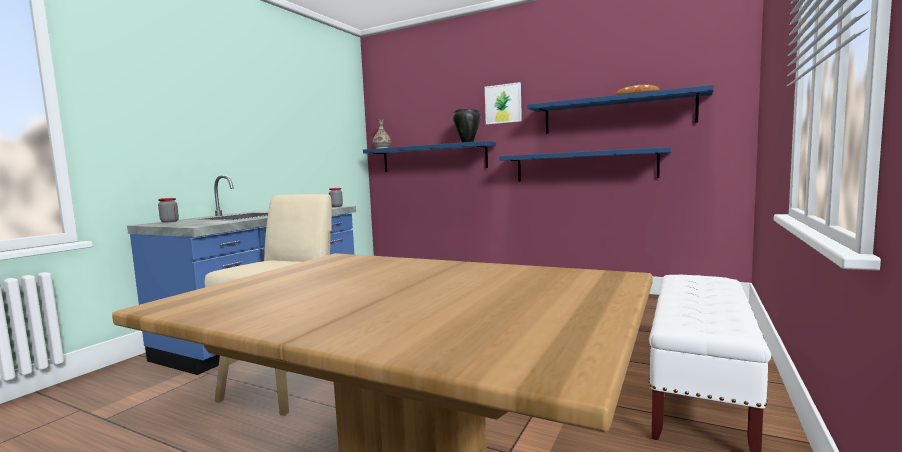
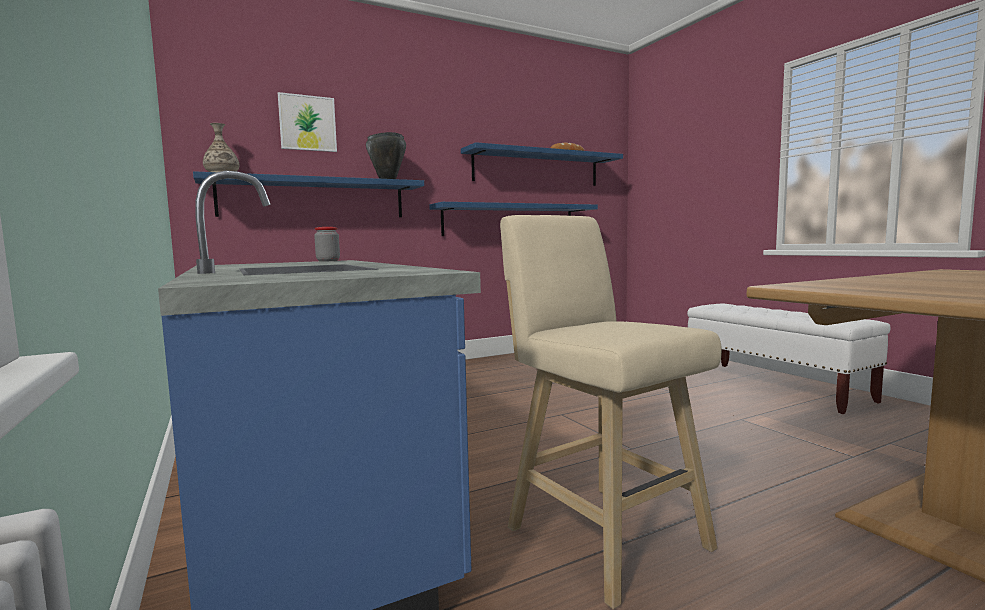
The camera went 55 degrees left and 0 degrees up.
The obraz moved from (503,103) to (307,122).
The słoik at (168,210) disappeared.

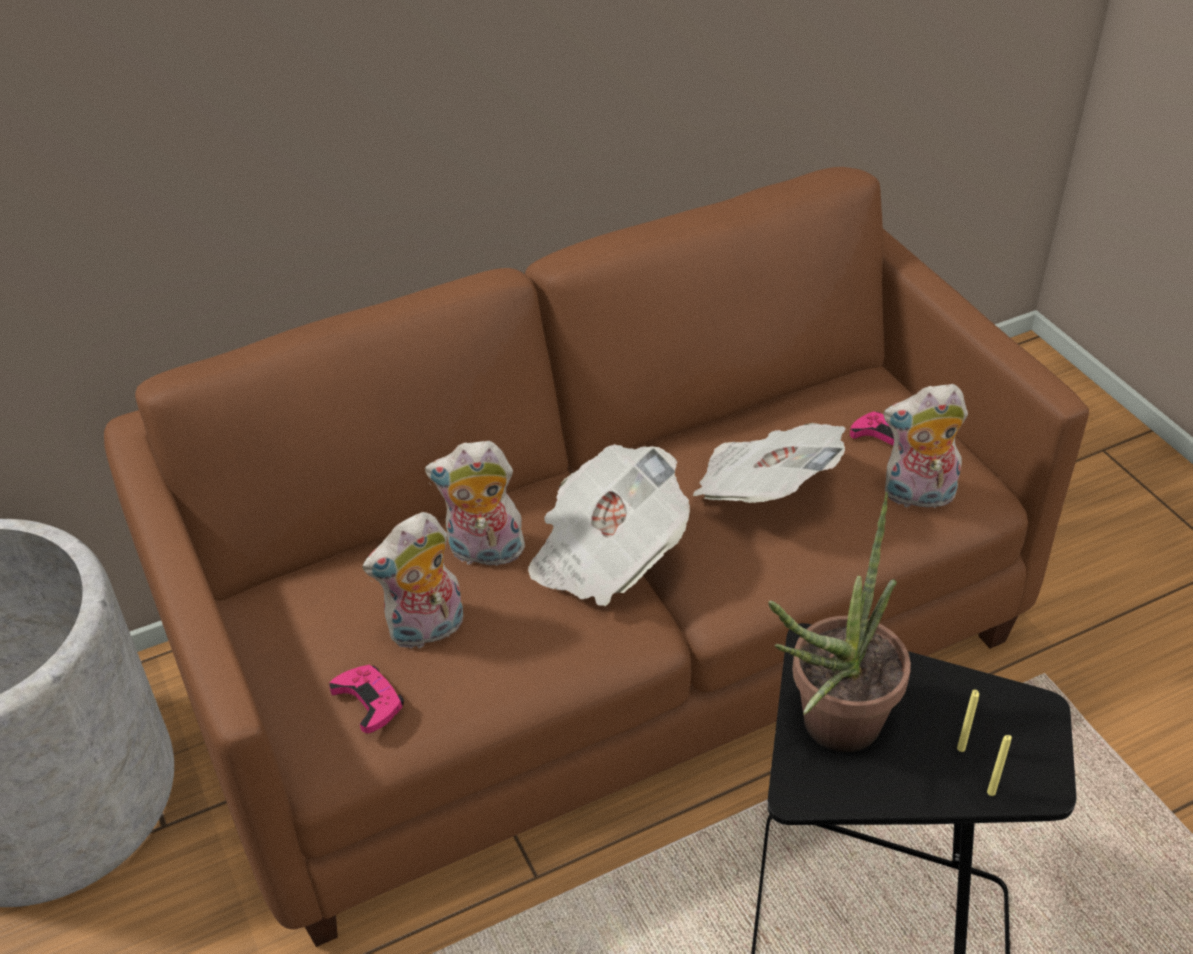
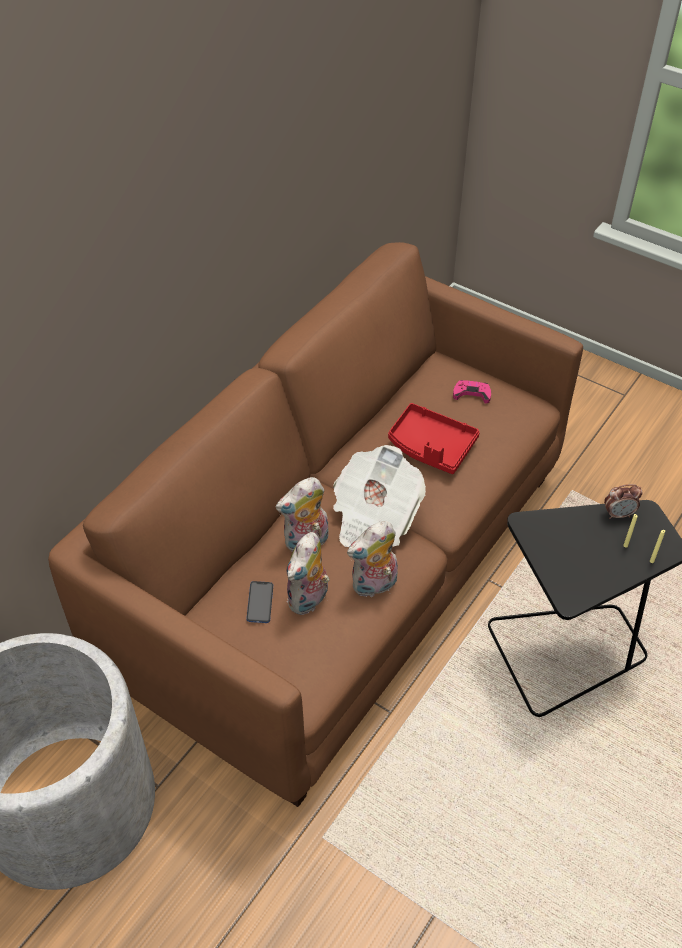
The camera went 30 degrees left and 5 degrees up.
The pluszak moved from (925,446) to (372,559).
The gazeta at (769,463) was replaced by the taca/czerwony at (434,438).
The roślina doniczkowa at (839,622) disappeared.
The pad do gier/różowy at (366,699) disappeared.
The budzik at (623,501) appeared.
The telefon at (259,602) appeared.

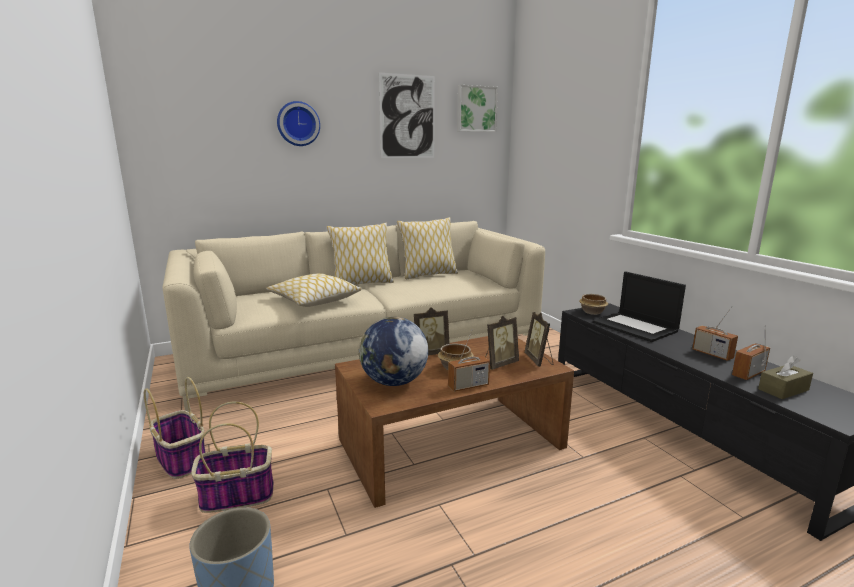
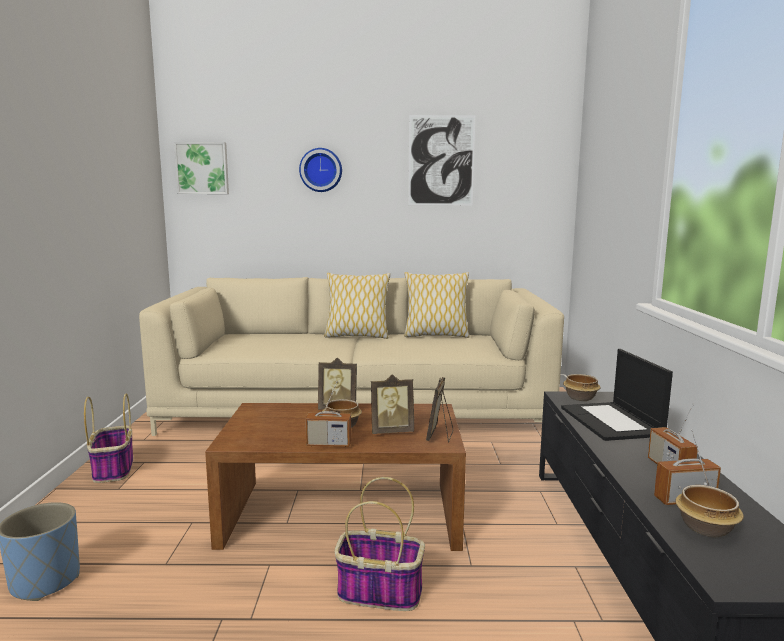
The camera went 25 degrees right and 5 degrees down.
The obraz moved from (477,108) to (201,168).
The poduszka at (314,290) disappeared.
The globus at (393,351) disappeared.
The pudełko chusteczek/brązowy at (785,377) was replaced by the miska at (709,511).
The koszyk moved from (232,457) to (379,544).

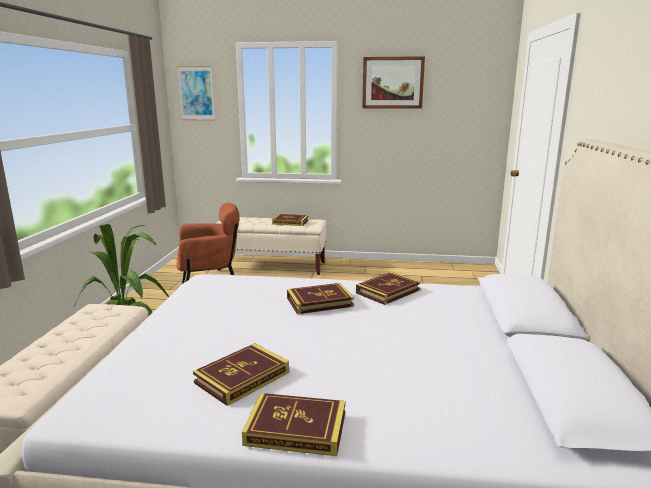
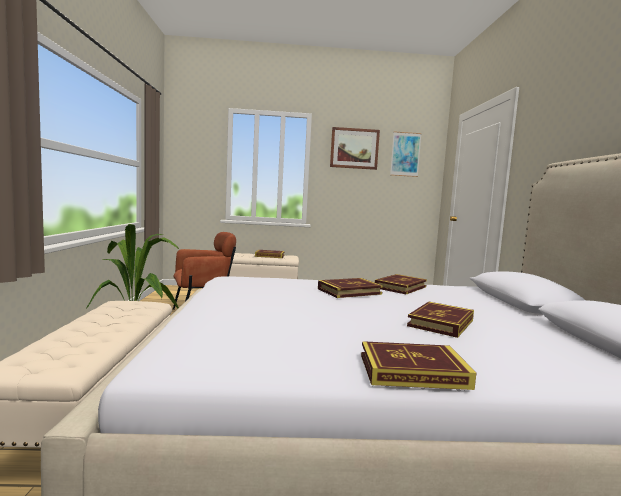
The camera went 10 degrees left and 10 degrees down.
The obraz moved from (196,93) to (406,154).
The książka moved from (241,374) to (440,320).

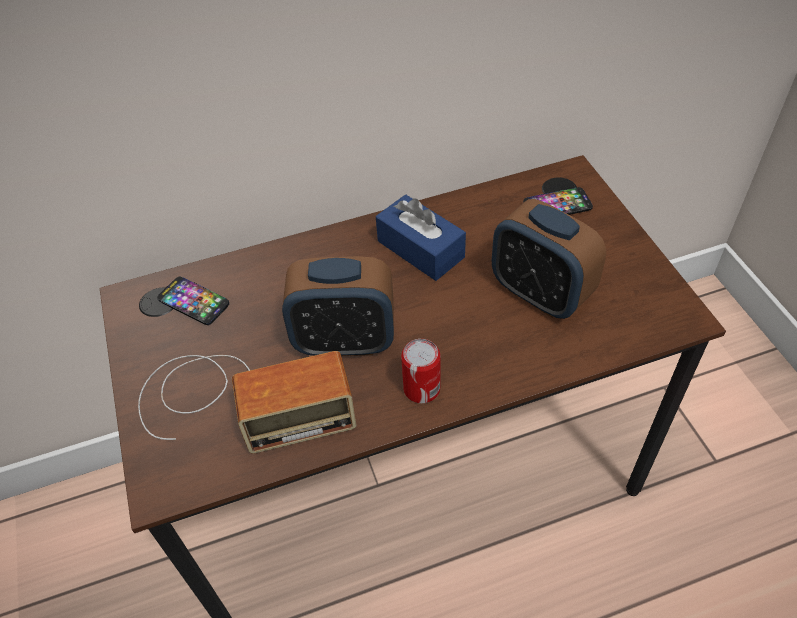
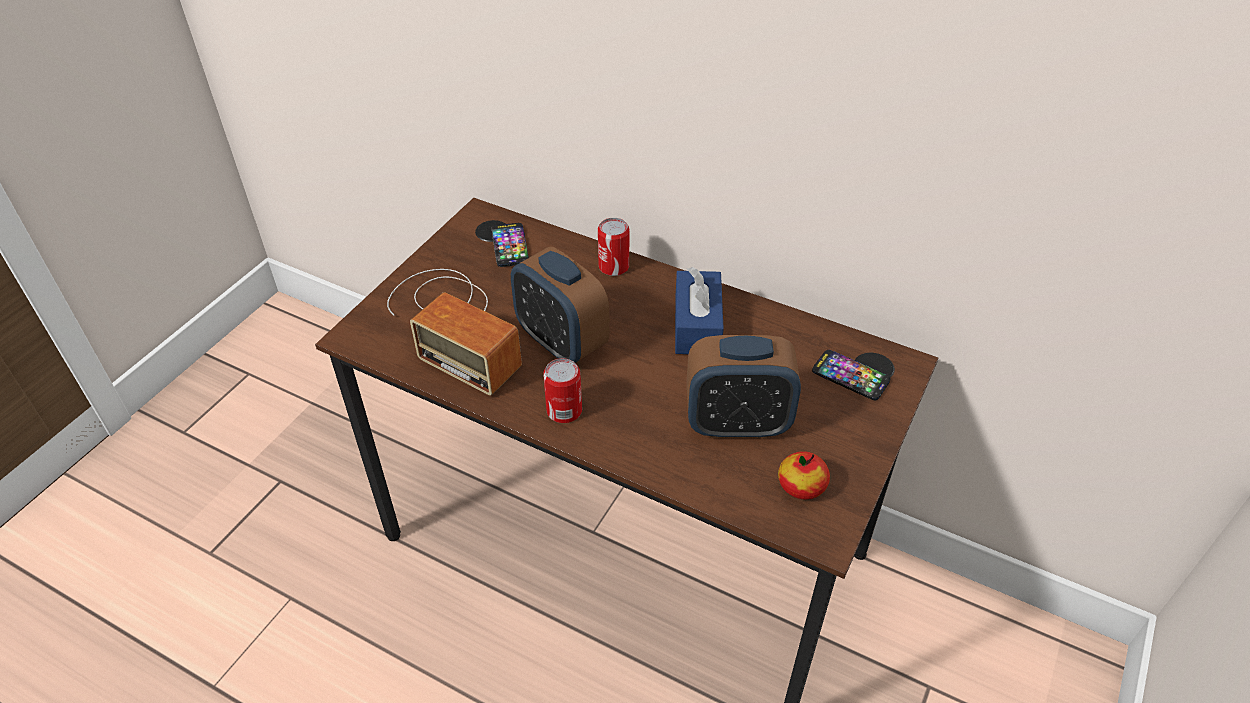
The camera went 45 degrees right and 5 degrees down.
The budzik at (549,259) turned 90 degrees counterclockwise.
The puszka at (613,247) appeared.
The jabłko at (804,475) appeared.

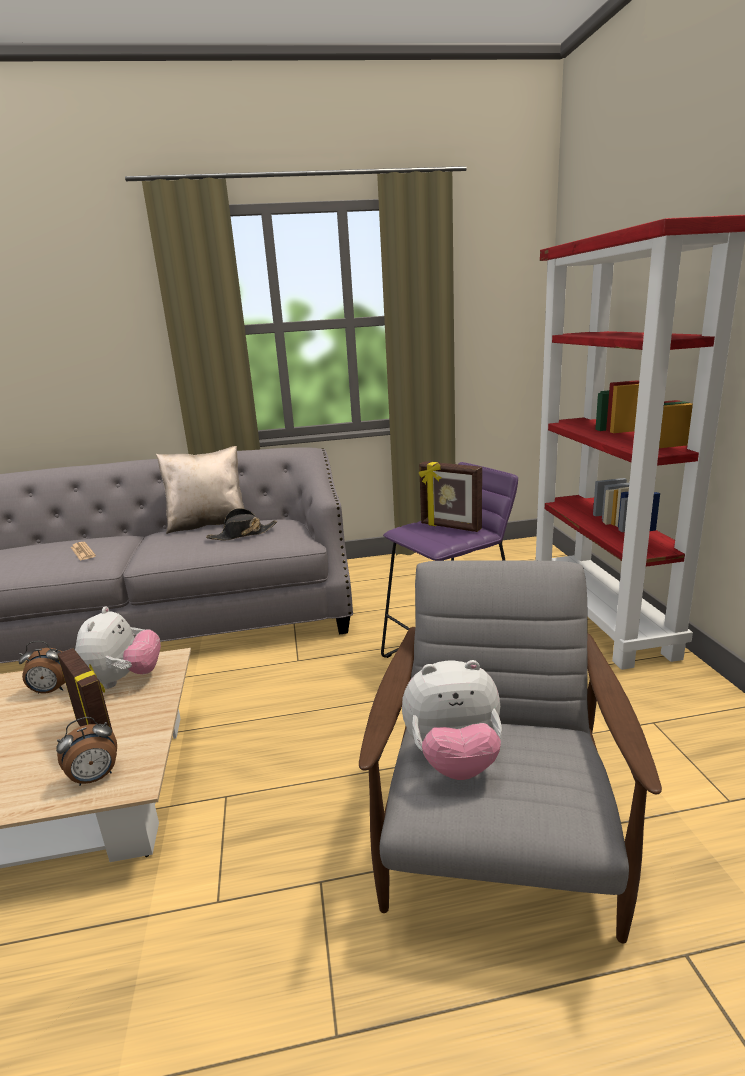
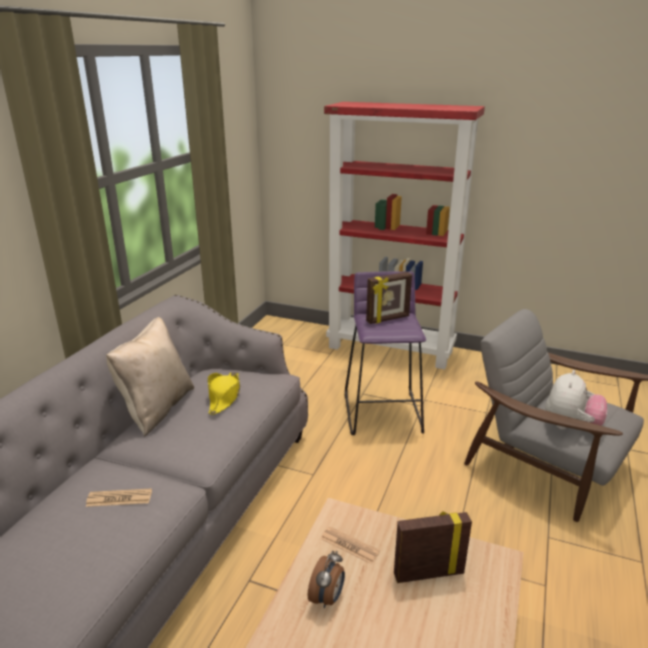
The camera went 60 degrees left and 5 degrees up.
The kapelusz/czarny at (241,524) became the kapelusz/żółty at (223,393).
The pluszak at (118,647) was replaced by the gazeta at (350,545).
The budzik at (86,751) disappeared.

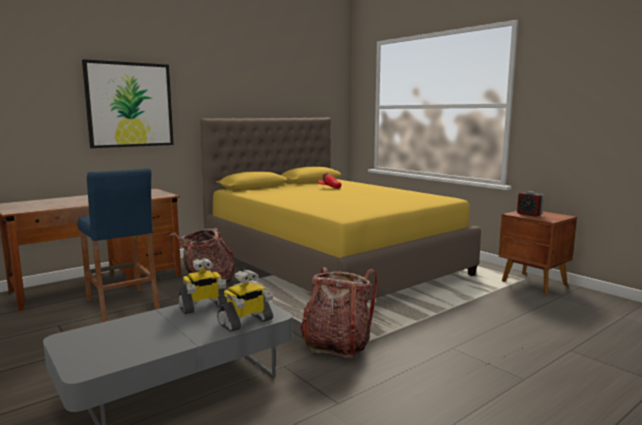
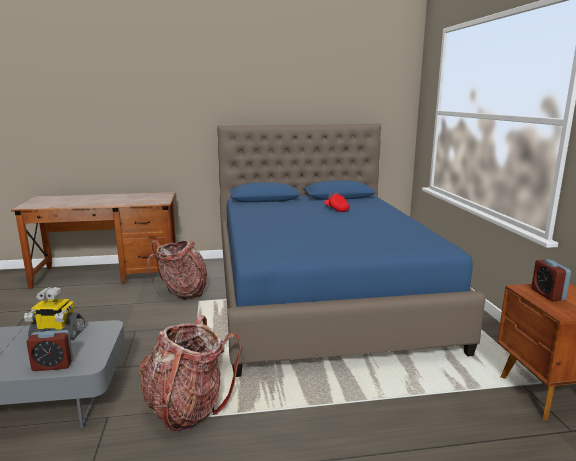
The camera went 30 degrees right and 5 degrees up.
The obraz at (128,103) disappeared.
The łóżko/żółty at (340,209) became the łóżko/niebieski at (351,250).
The stołek/niebieski at (118,245) disappeared.
The robot zabawkowy at (245,301) was replaced by the budzik at (49,350).

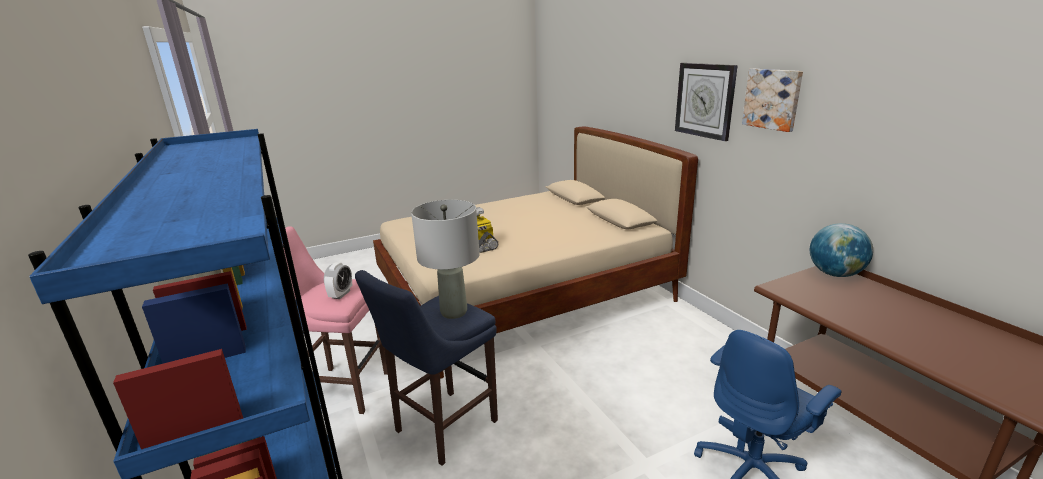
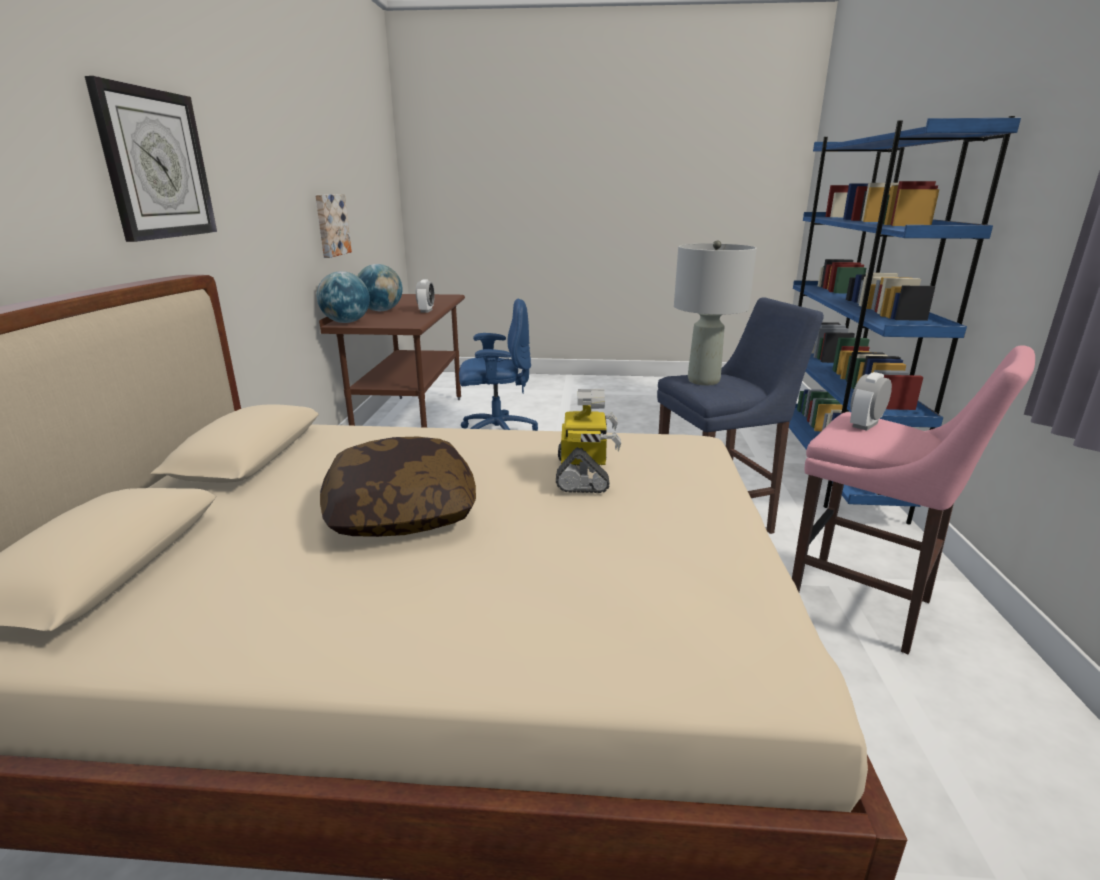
The camera went 150 degrees left and 0 degrees up.
The obraz moved from (772,100) to (333,226).
The globus at (380,287) appeared.
The budzik at (425,296) appeared.
The poduszka at (398,487) appeared.

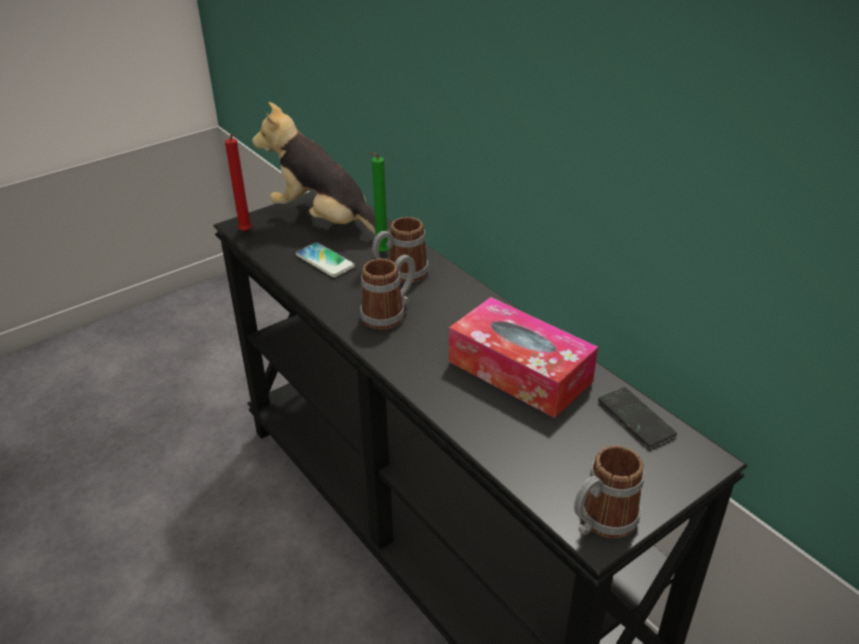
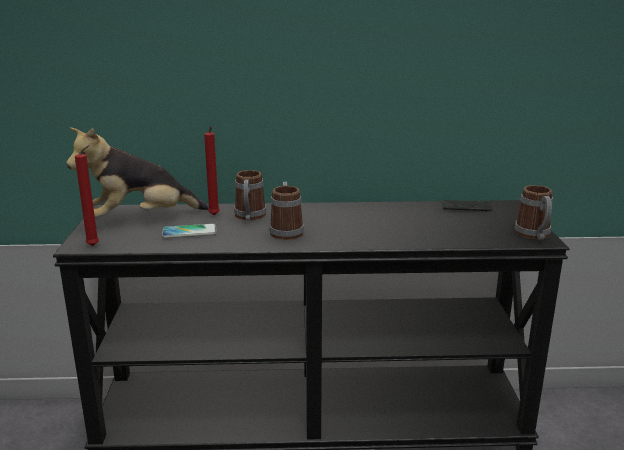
The camera went 55 degrees left and 15 degrees down.
The świeca/zielony at (379,202) became the świeca/czerwony at (212,170).
The pudełko chusteczek at (523,357) disappeared.

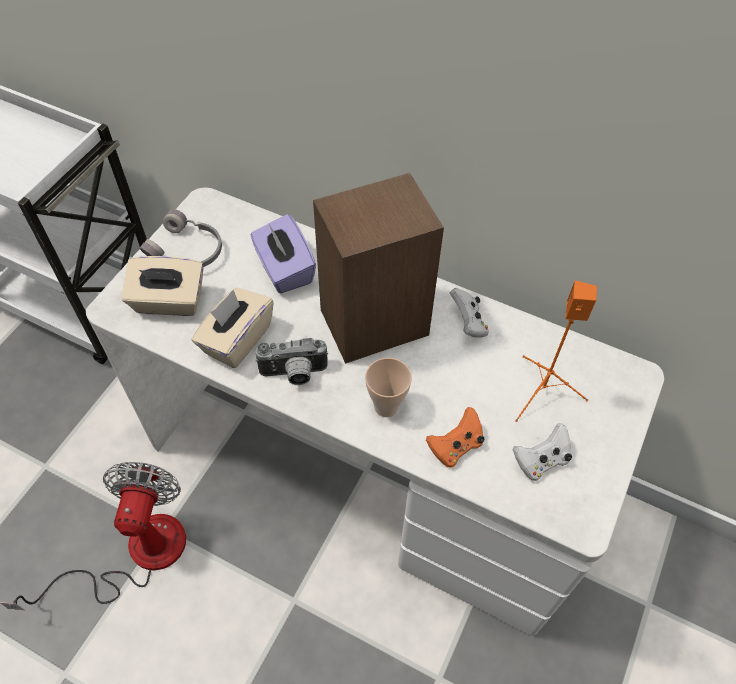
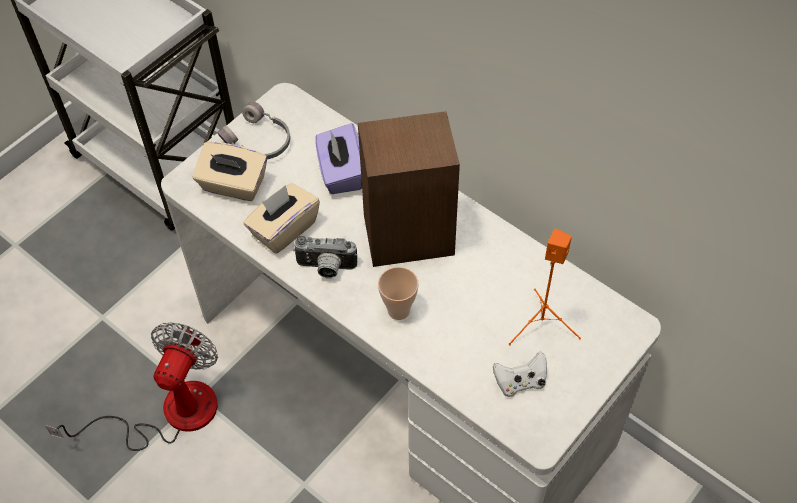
The camera went 15 degrees right and 0 degrees up.
The pad do gier/biały at (469,313) disappeared.
The pad do gier/pomarańczowy at (455,437) disappeared.

